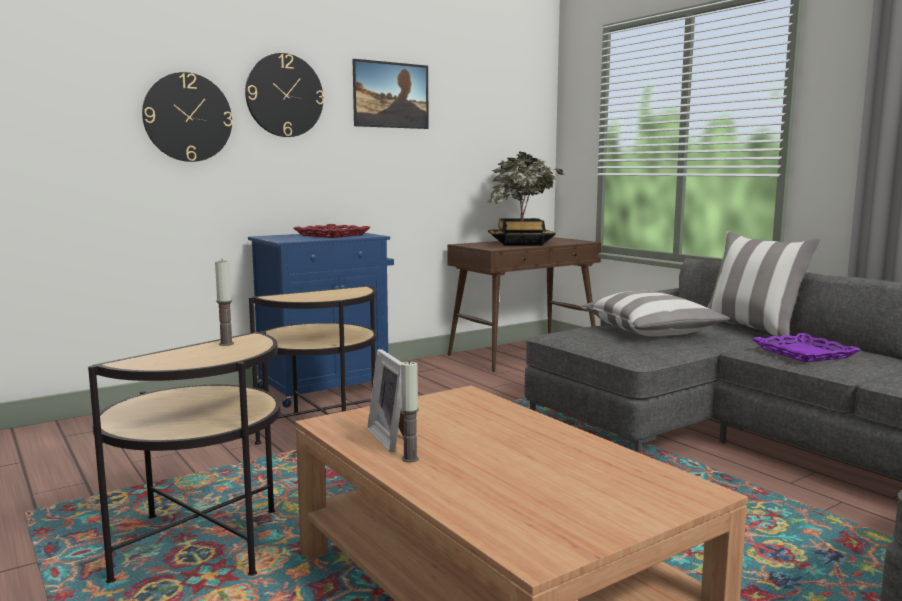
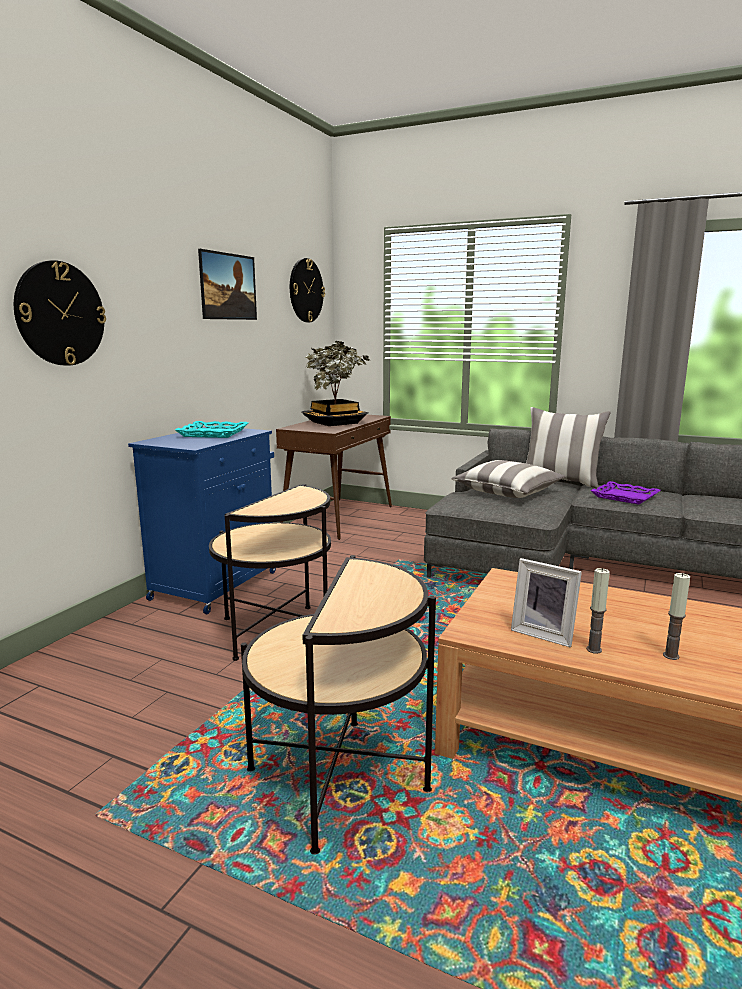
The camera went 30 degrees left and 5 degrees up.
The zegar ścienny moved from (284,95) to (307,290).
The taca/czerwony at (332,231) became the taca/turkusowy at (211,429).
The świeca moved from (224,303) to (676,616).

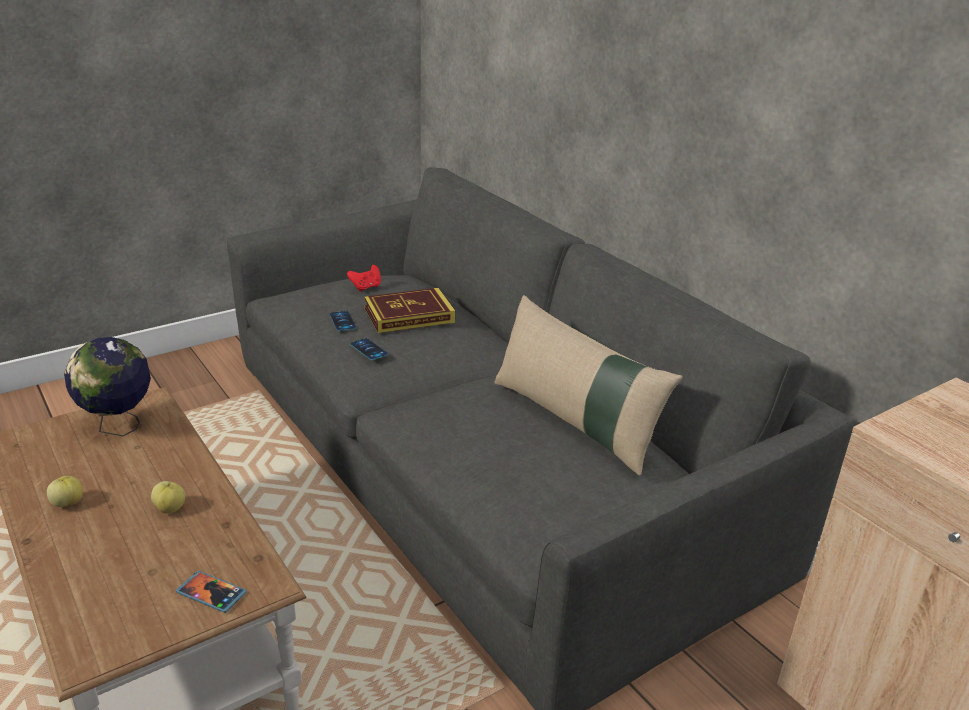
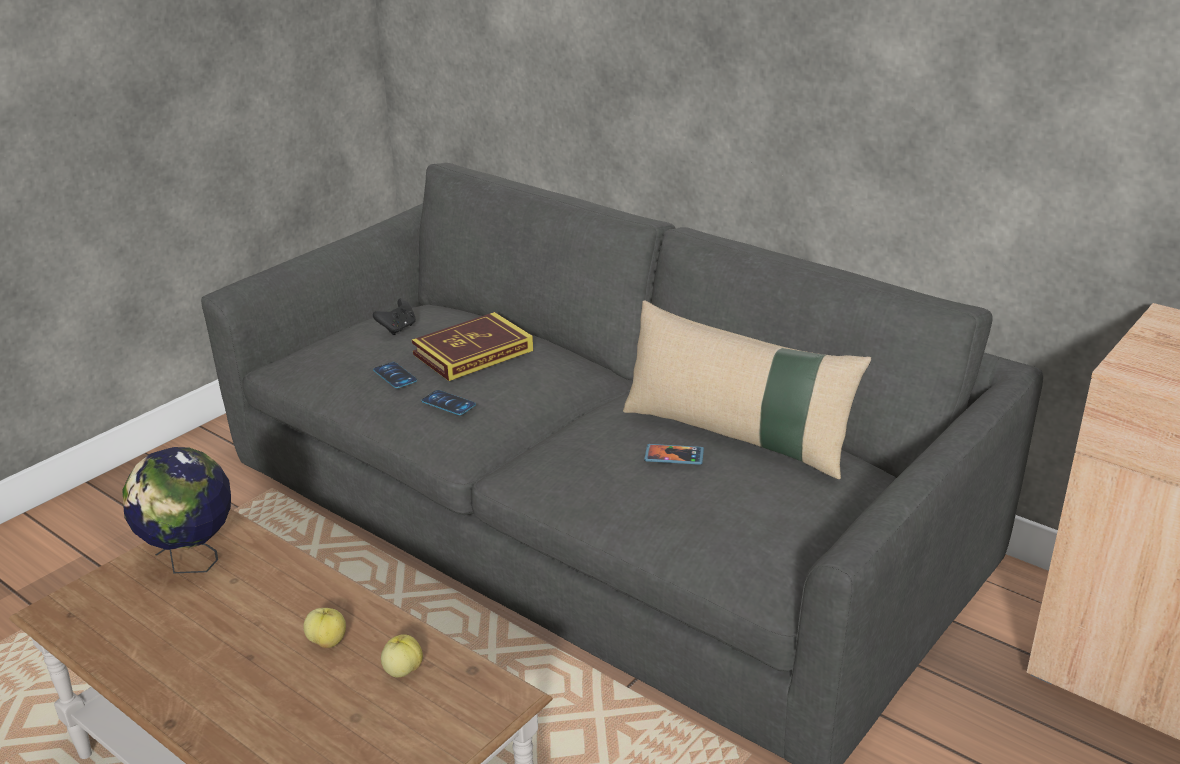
The camera went 15 degrees left and 0 degrees up.
The pad do gier/czerwony at (364,278) became the pad do gier/czarny at (394,316).
The jabłko moved from (65,491) to (402,655).
The telefon moved from (211,592) to (674,454).

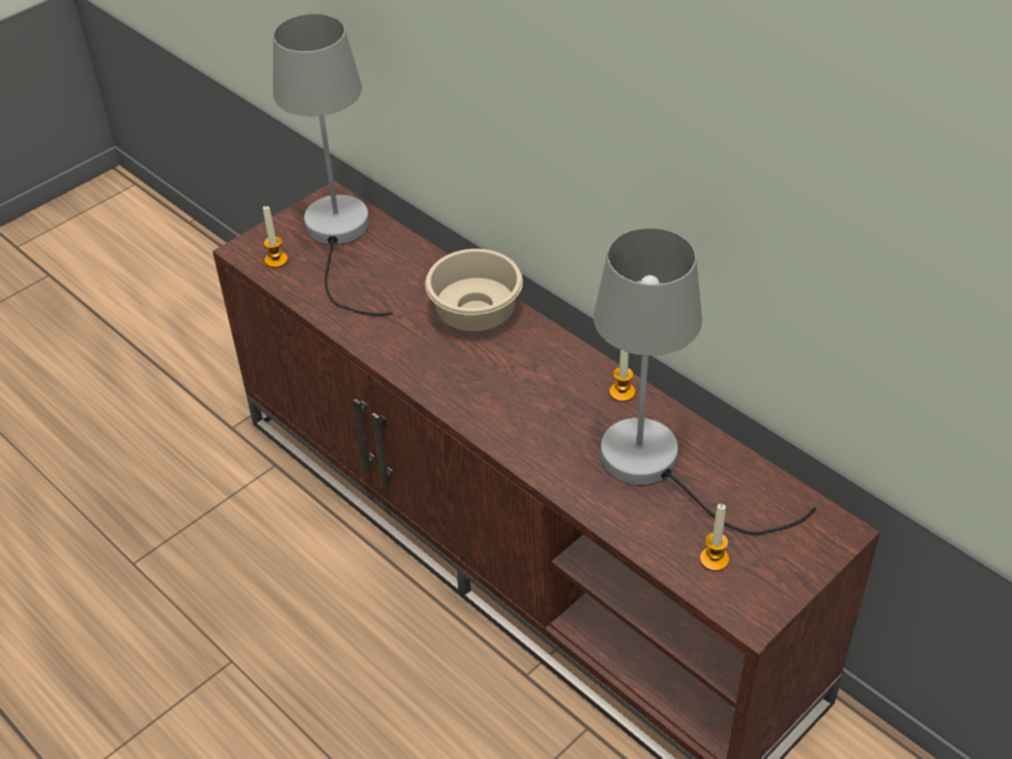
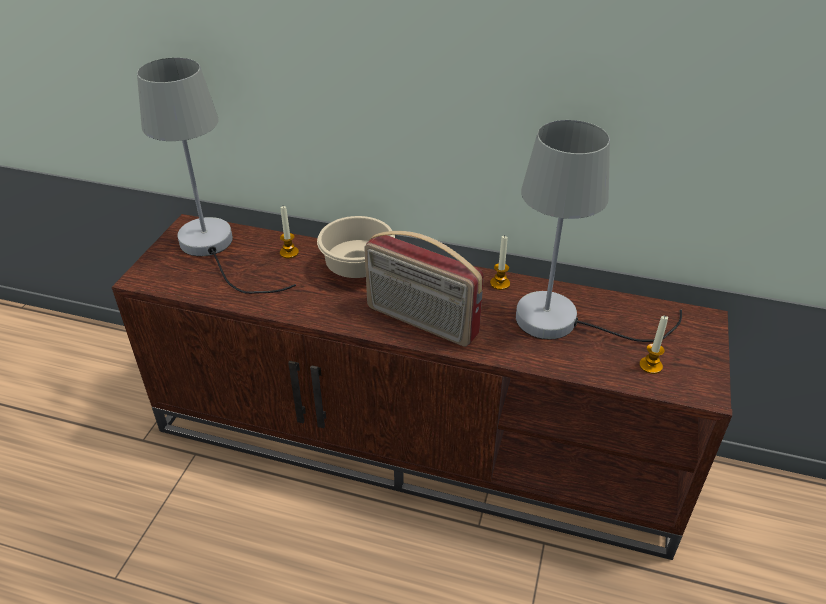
The camera went 30 degrees left and 5 degrees down.
The świeca moved from (275,236) to (289,232).
The radio at (424,289) appeared.

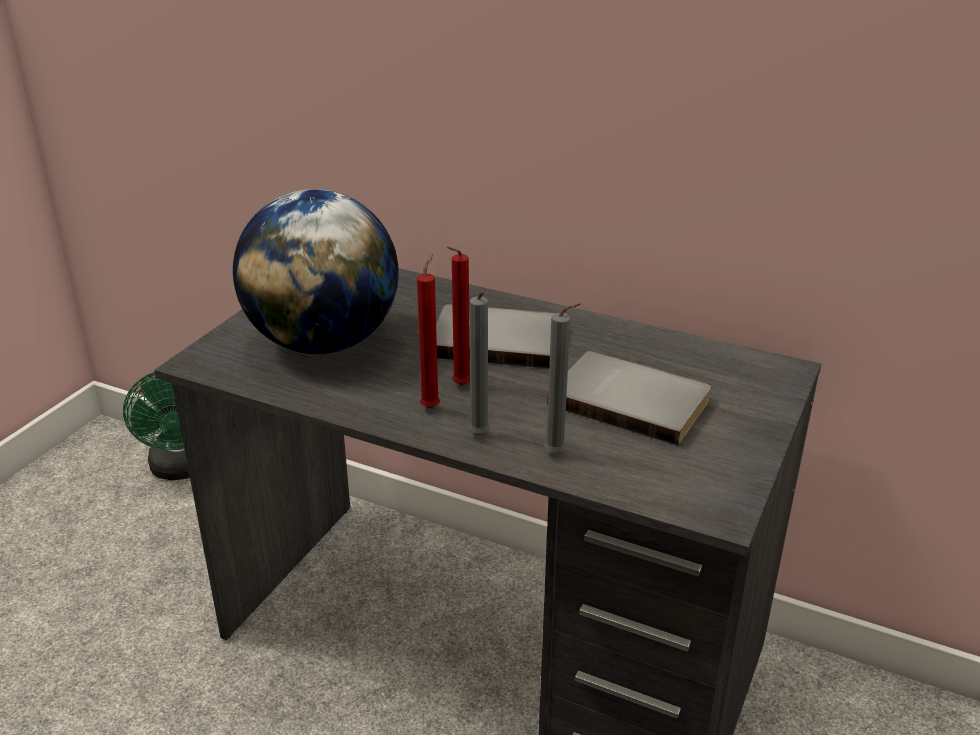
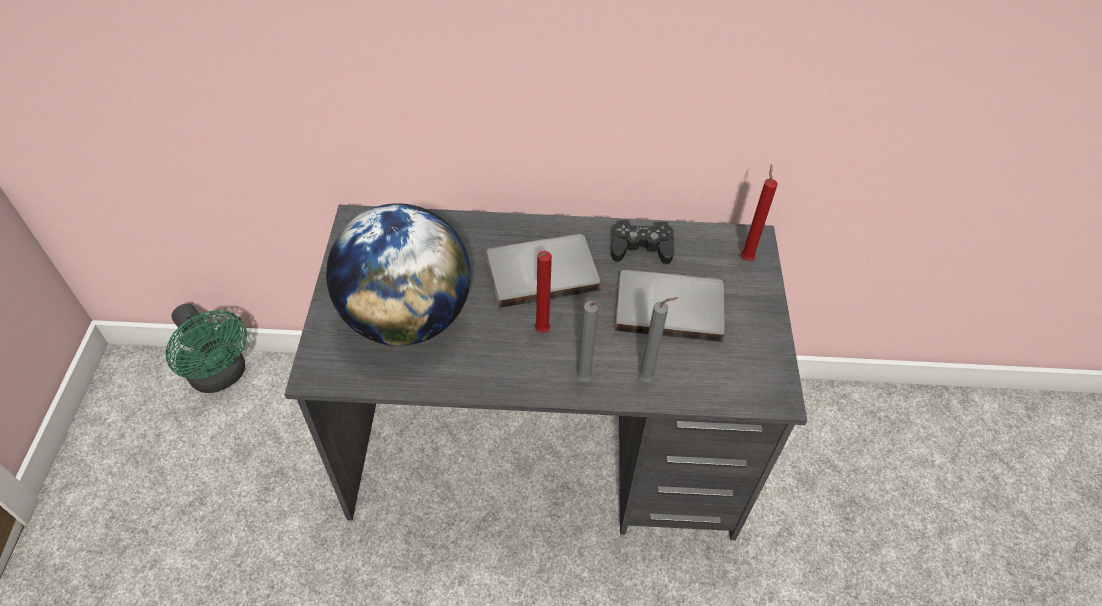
The camera went 25 degrees left and 20 degrees up.
The świeca/czerwony moved from (428,331) to (759,212).
The pad do gier/czarny at (642,241) appeared.

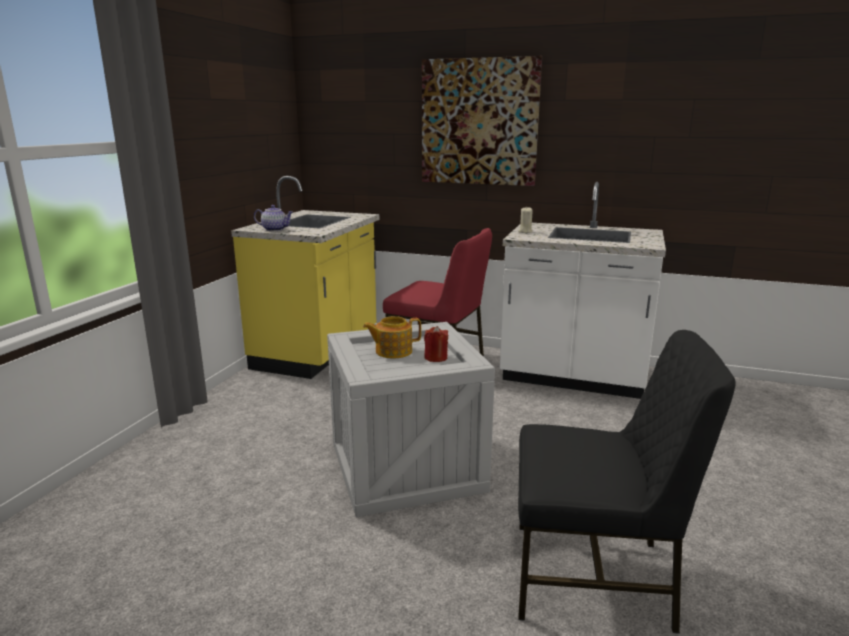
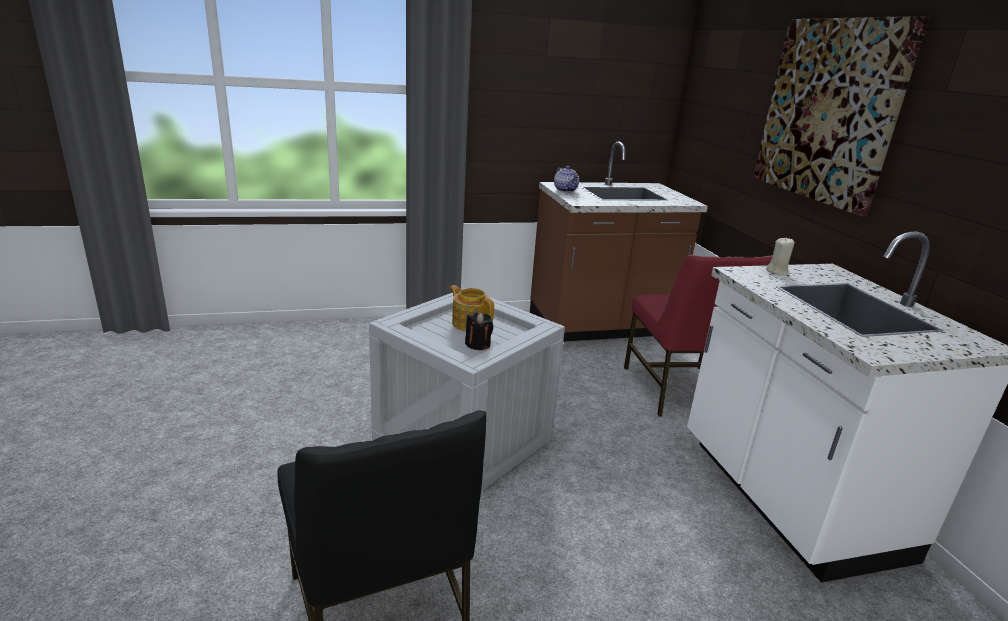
The camera went 55 degrees right and 5 degrees up.
The zabudowa kuchenna/żółty at (305,277) became the zabudowa kuchenna/brązowy at (619,242).
The świeca/czerwony at (436,344) became the świeca/czarny at (479,331).

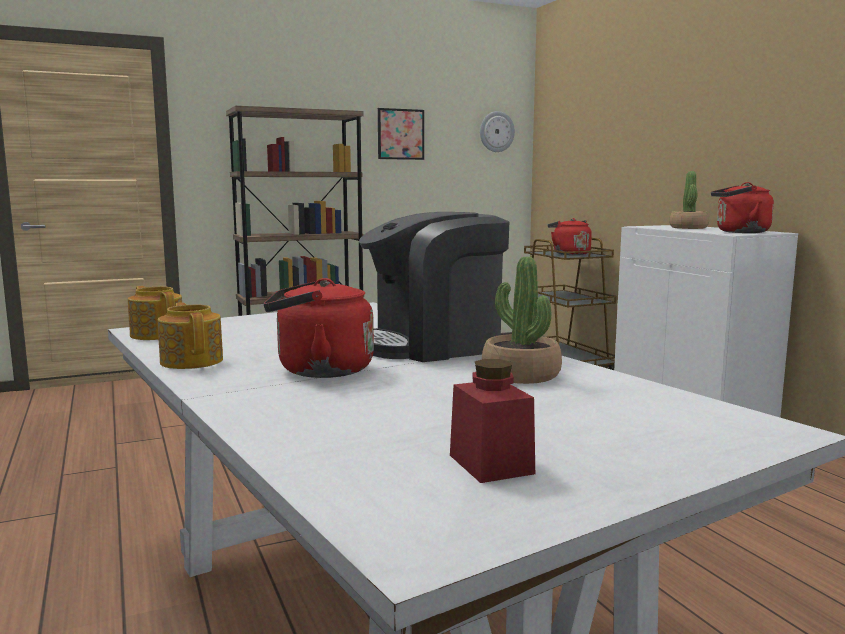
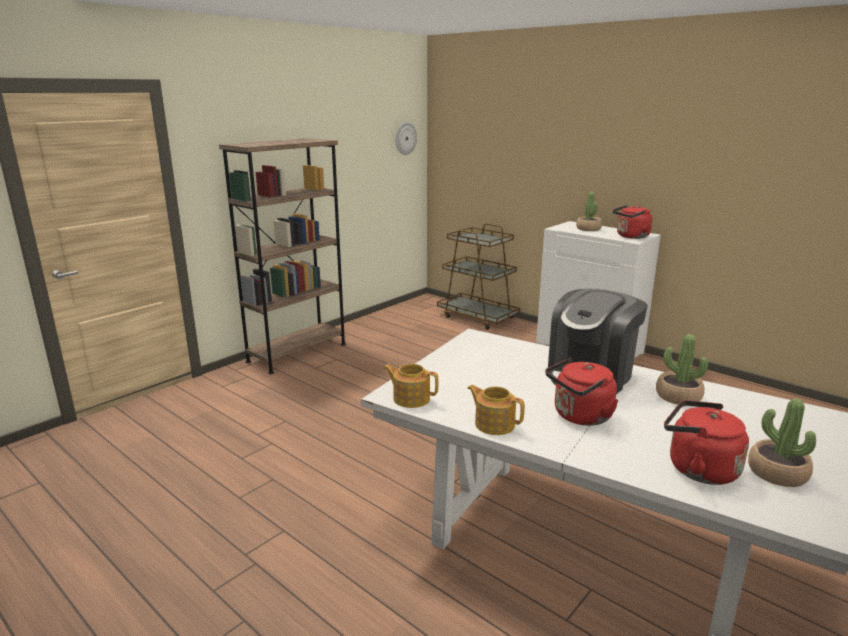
The camera went 25 degrees left and 10 degrees up.
The obraz at (401,134) disappeared.
The czajnik/czerwony moved from (570,236) to (706,442).
The słoik/czerwony at (492,421) was replaced by the roślina doniczkowa at (782,442).

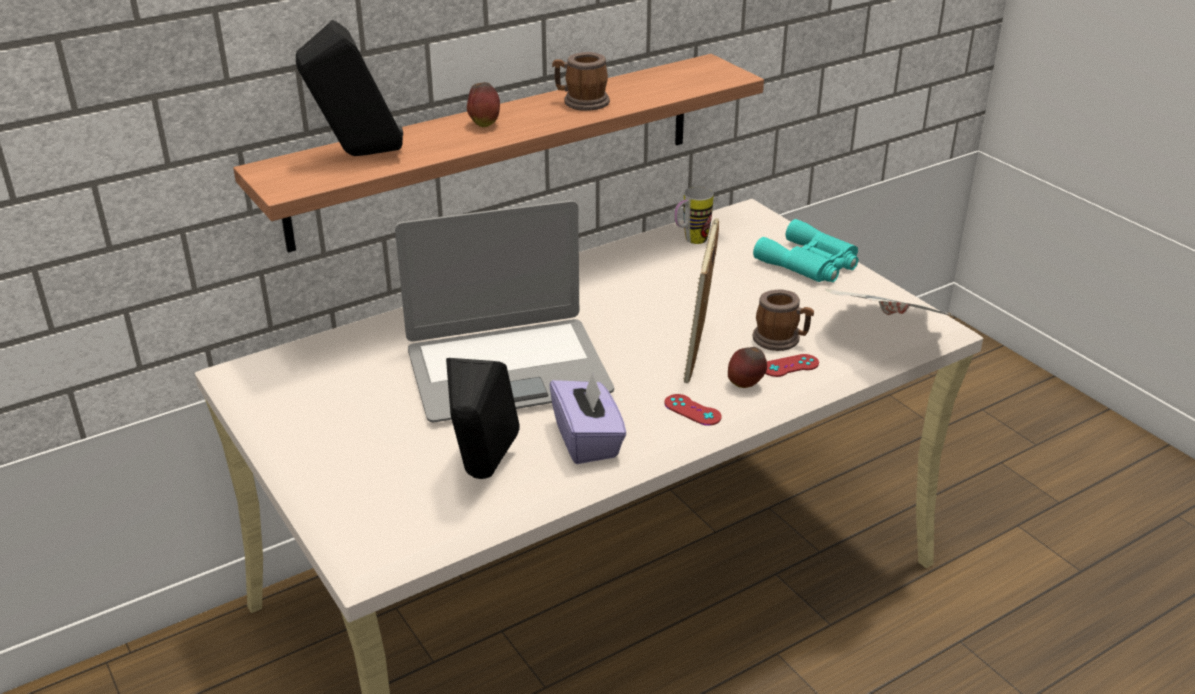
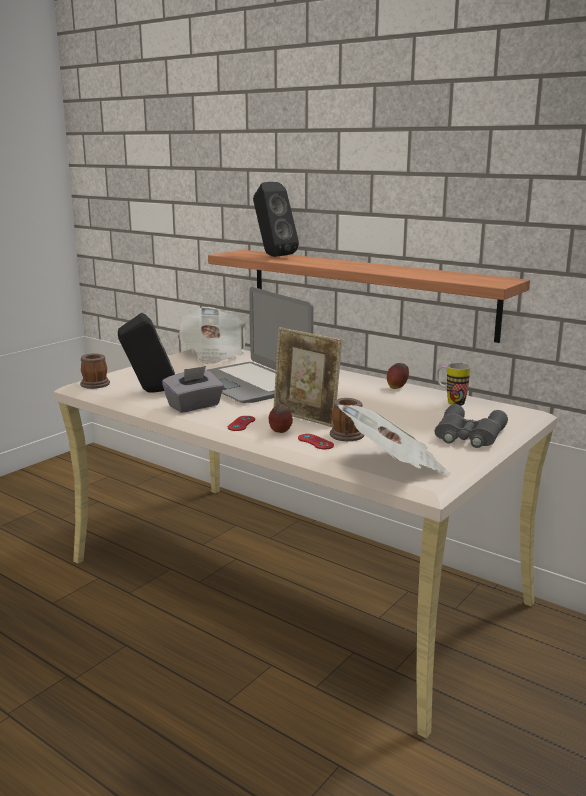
The camera went 70 degrees right and 15 degrees down.
The kubek moved from (581,81) to (95,371).
The jabłko moved from (483,104) to (398,376).
The ramka na zdjęcie at (701,300) turned 135 degrees counterclockwise.
The lornetka/turkusowy at (805,250) became the lornetka/szary at (471,426).
The pudełko chusteczek/fioletowy at (587,418) became the pudełko chusteczek/szary at (193,389).
The gazeta at (211,335) appeared.

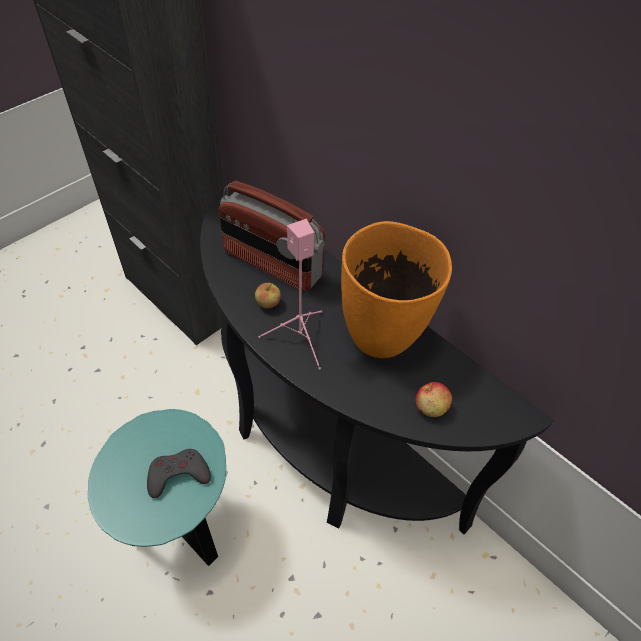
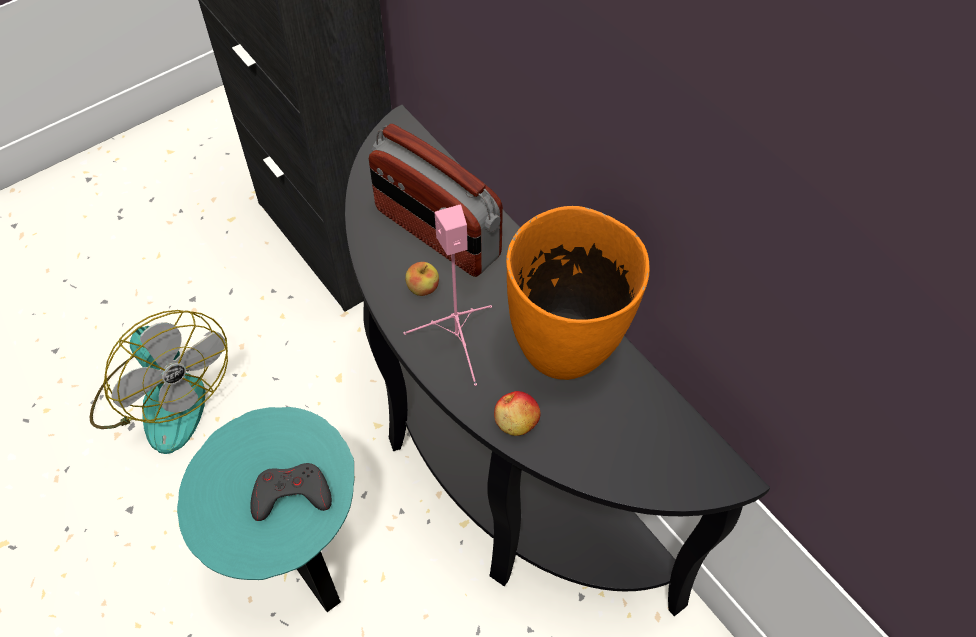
The camera went 10 degrees right and 5 degrees up.
The jabłko moved from (434,399) to (517,413).
The wentylator at (159,382) appeared.

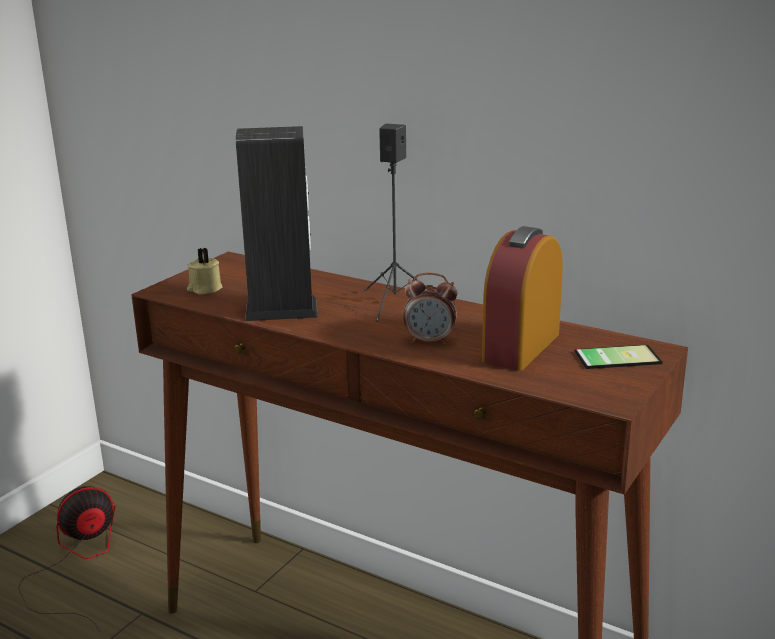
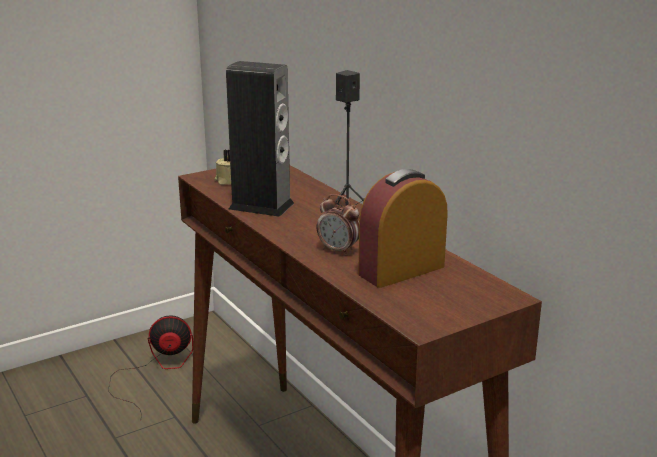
The camera went 25 degrees right and 0 degrees up.
The telefon at (618,357) disappeared.

